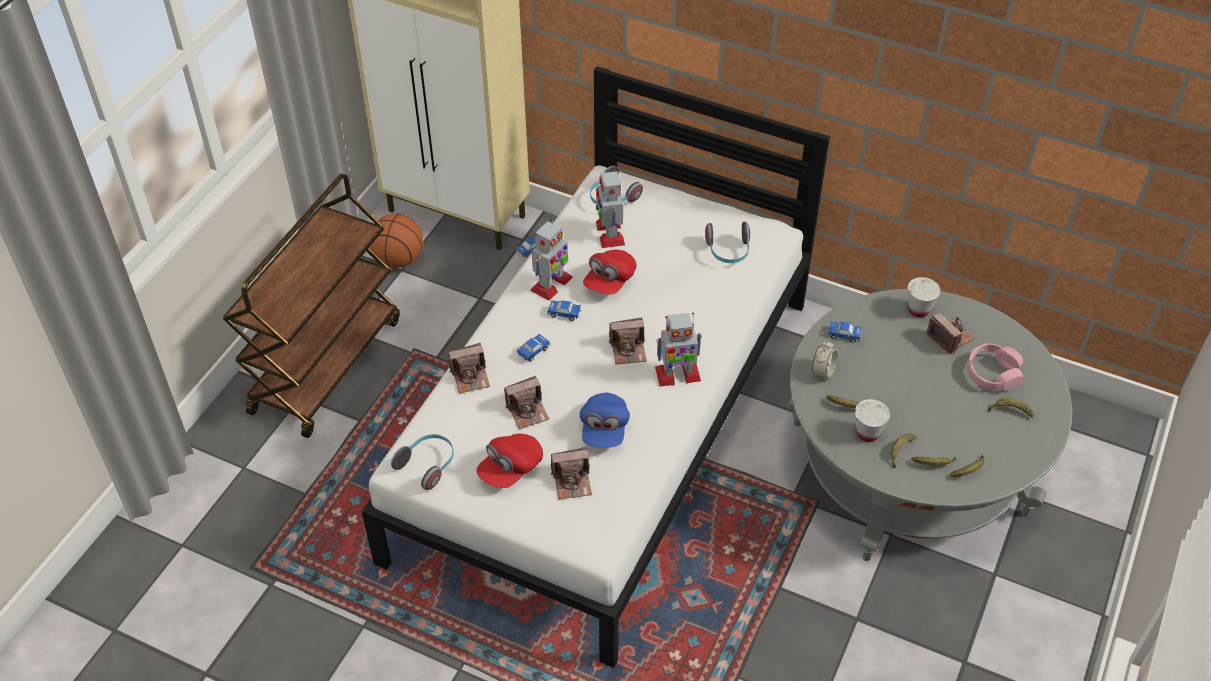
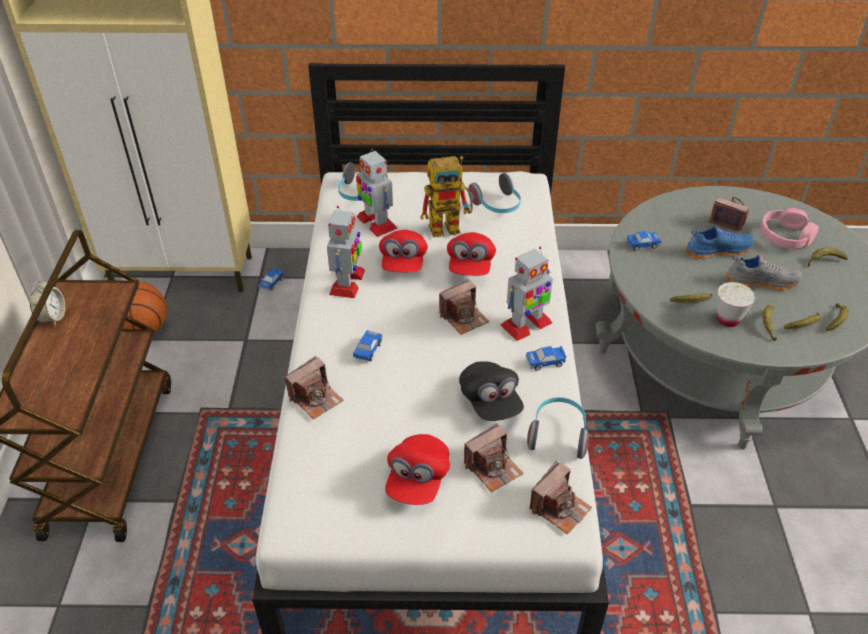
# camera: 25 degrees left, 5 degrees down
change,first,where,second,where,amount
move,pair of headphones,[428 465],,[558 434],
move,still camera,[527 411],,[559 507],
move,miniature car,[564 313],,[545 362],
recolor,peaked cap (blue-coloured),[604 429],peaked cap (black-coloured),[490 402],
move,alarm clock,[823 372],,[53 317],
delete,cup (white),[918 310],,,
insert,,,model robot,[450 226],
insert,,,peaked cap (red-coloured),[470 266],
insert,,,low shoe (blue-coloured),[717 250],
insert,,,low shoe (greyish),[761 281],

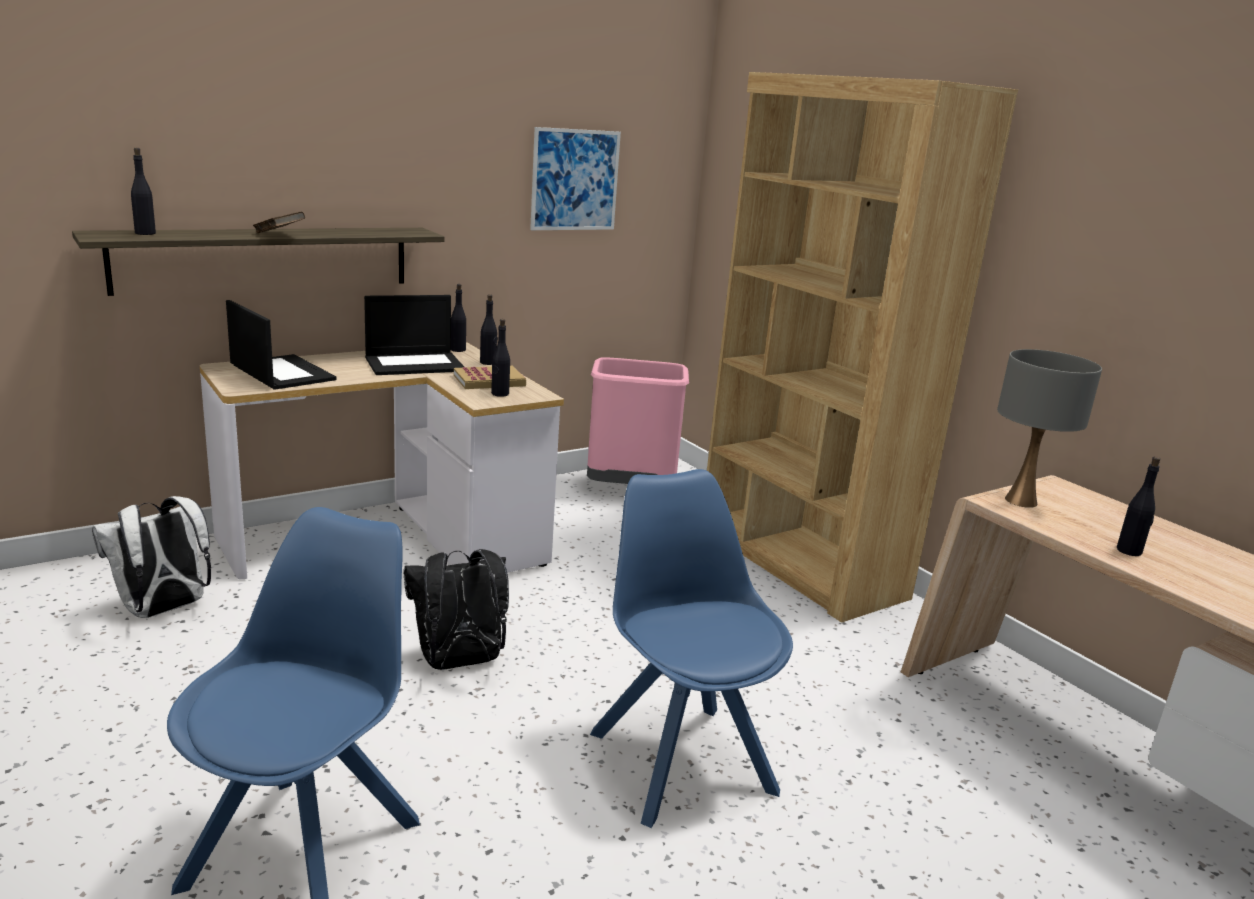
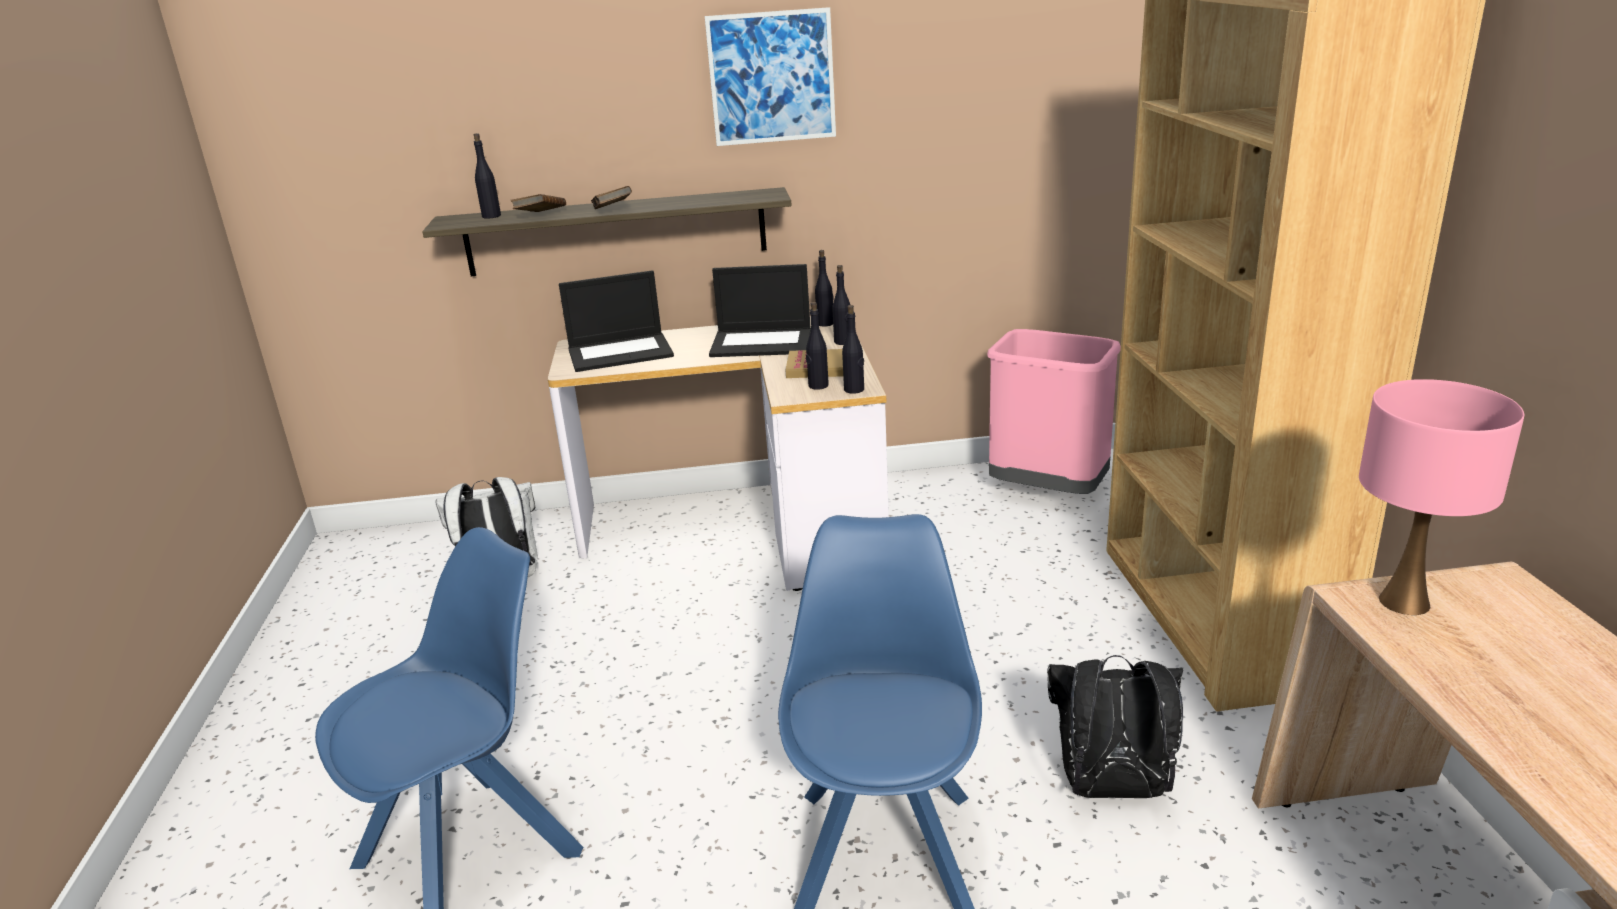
# camera: 30 degrees right, 5 degrees up
change,first,where,second,where,amount
rotate,notebook computer,[281 373],,[621 352],90 degrees clockwise
move,knapsack (black-coloured),[459 663],,[1111 790],
move,wall art,[575 180],,[772 77],
recolor,lamp for a table (greyish),[1021 501],lamp for a table (pink),[1405 602],
move,drink bottle (black-coloured),[1129 551],,[854 390],
insert,,,volume (brown-coloured),[541 216],

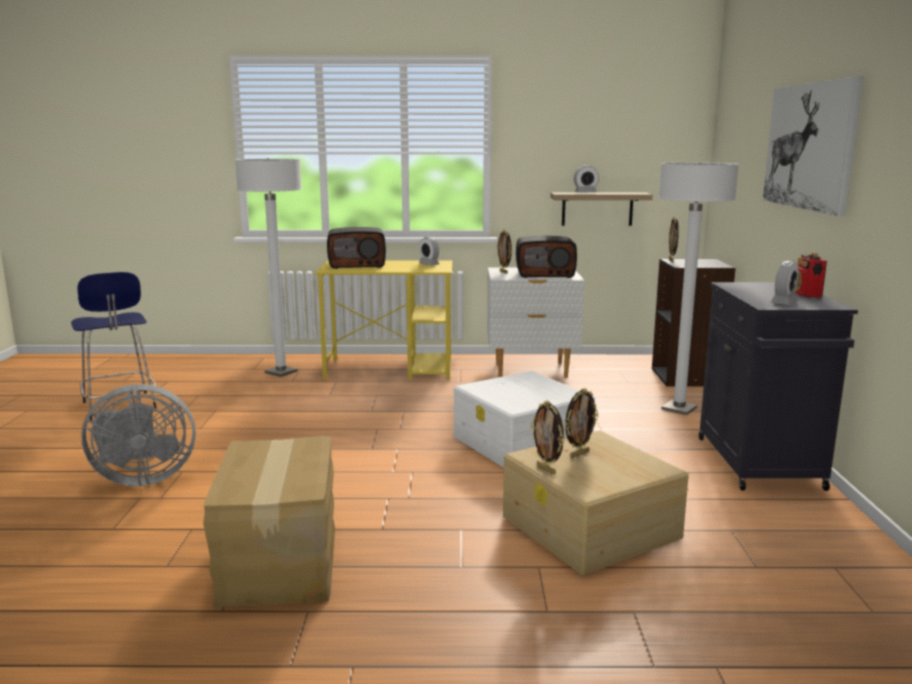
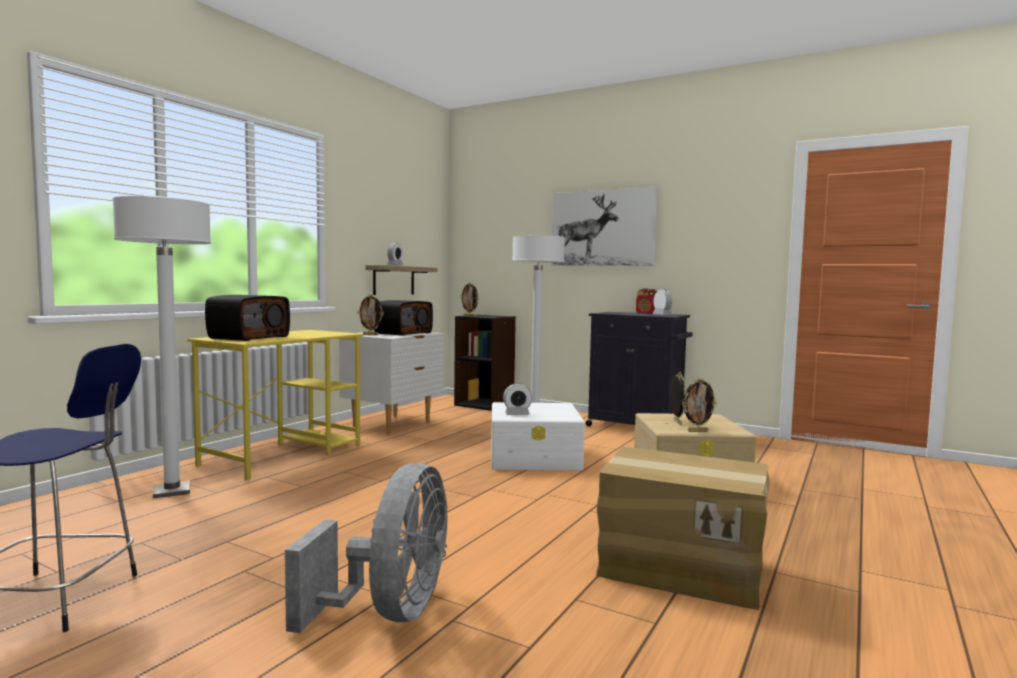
# camera: 60 degrees left, 10 degrees down
change,first,where,second,where,amount
move,alarm clock,[429 264],,[517 414],

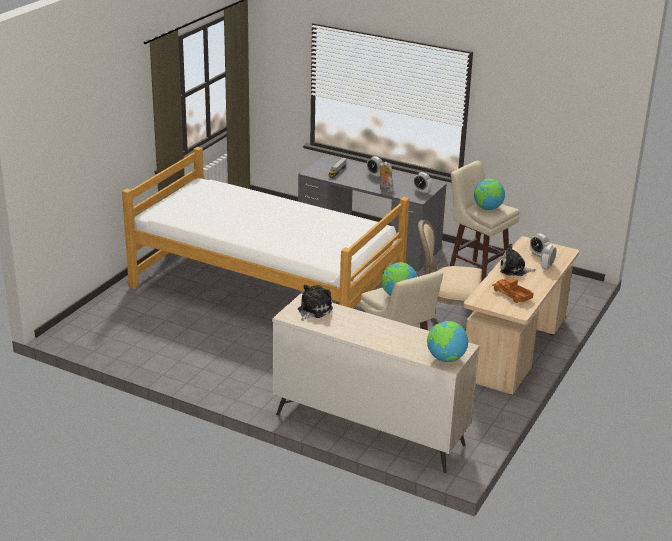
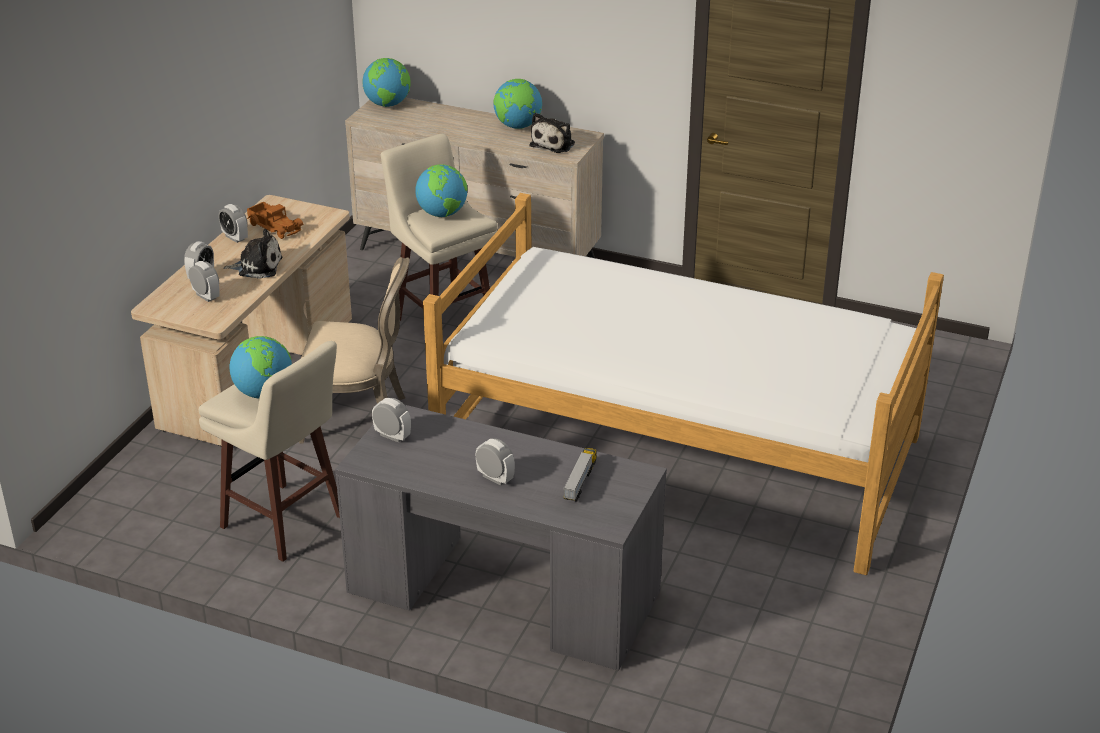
# camera: 175 degrees right, 5 degrees up
change,first,where,second,where,amount
delete,cuddly toy,[384 189],,,
insert,,,alarm clock,[235 238],
insert,,,desk globe,[517 126],

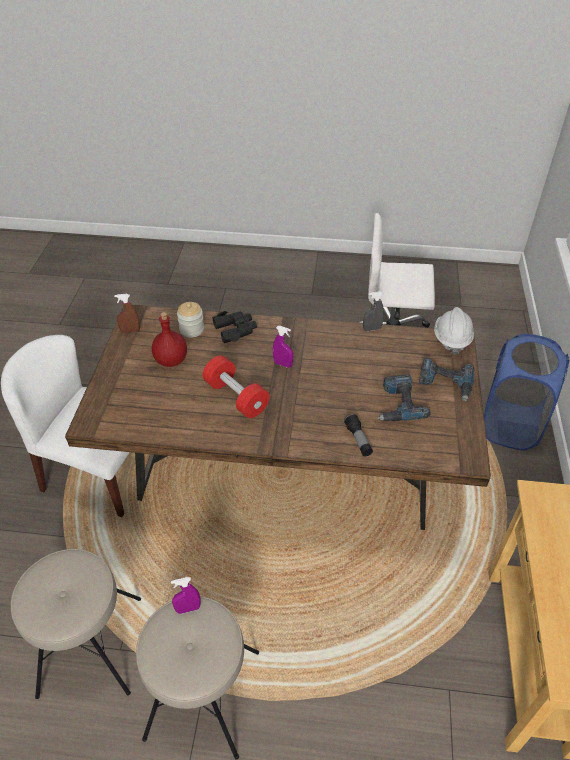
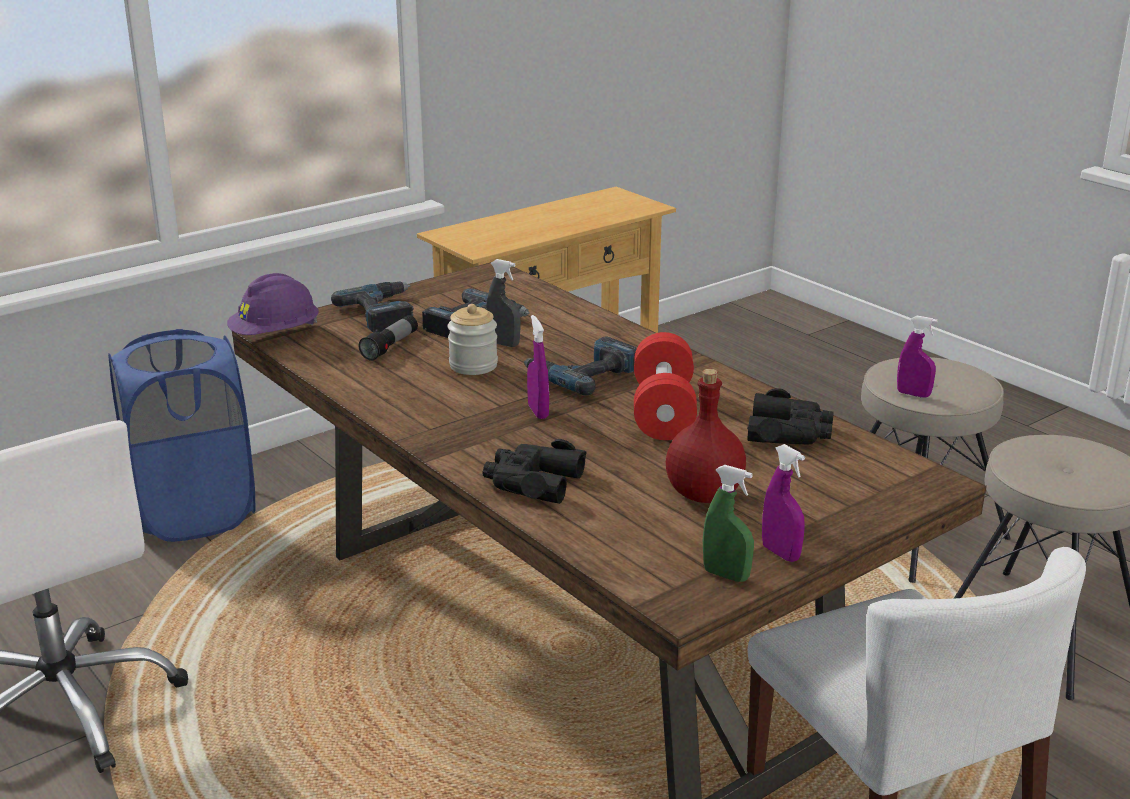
# camera: 135 degrees left, 20 degrees down
change,first,where,second,where,amount
recolor,spray bottle (brown-coloured),[130 331],spray bottle (greenish),[726 575],
move,storage jar,[192 329],,[473 365],
move,torch,[358 440],,[390 347],
move,spray bottle (greyish),[372 329],,[503 344],
recolor,hard hat (white),[451 339],hard hat (purplish),[275 335],
insert,,,electric drill,[583 374],
insert,,,binoculars (black-coloured),[789 432],
insert,,,spray bottle (purplish),[780 553],

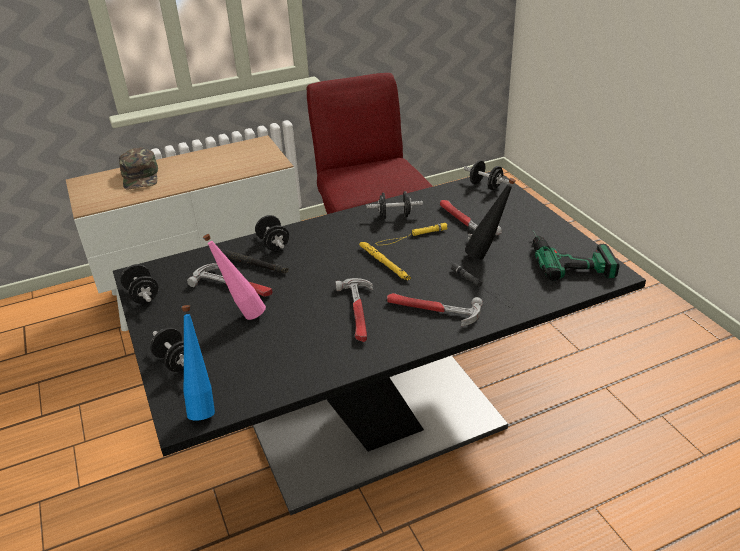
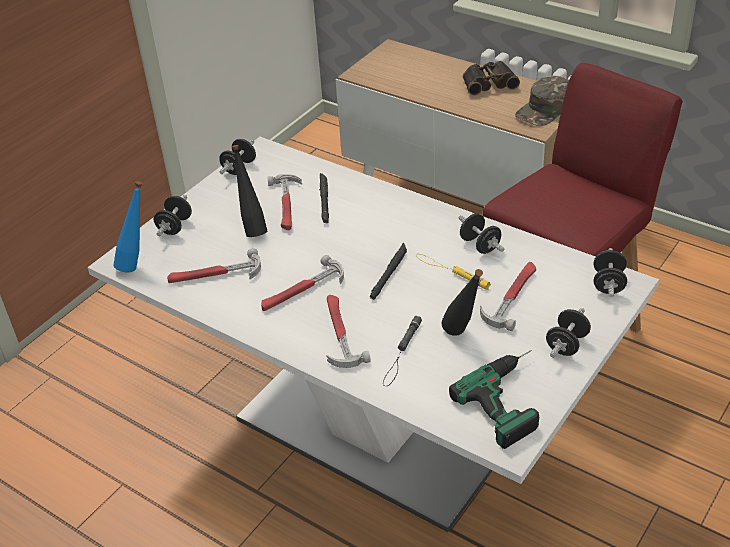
# camera: 60 degrees right, 5 degrees up
change,first,where,second,where,amount
recolor,dining table (black-coloured),[377 425],dining table (white),[375 427],
move,peaked cap (greenish),[141 176],,[545 109],
recolor,drink bottle (pink),[242 314],drink bottle (black-coloured),[253 229],
move,free weight (black-coloured),[273 244],,[567 344],
recolor,torch (yellowish),[384 263],torch (black-coloured),[389 274],
insert,,,hand hammer,[215 275],
insert,,,binoculars,[488 83],

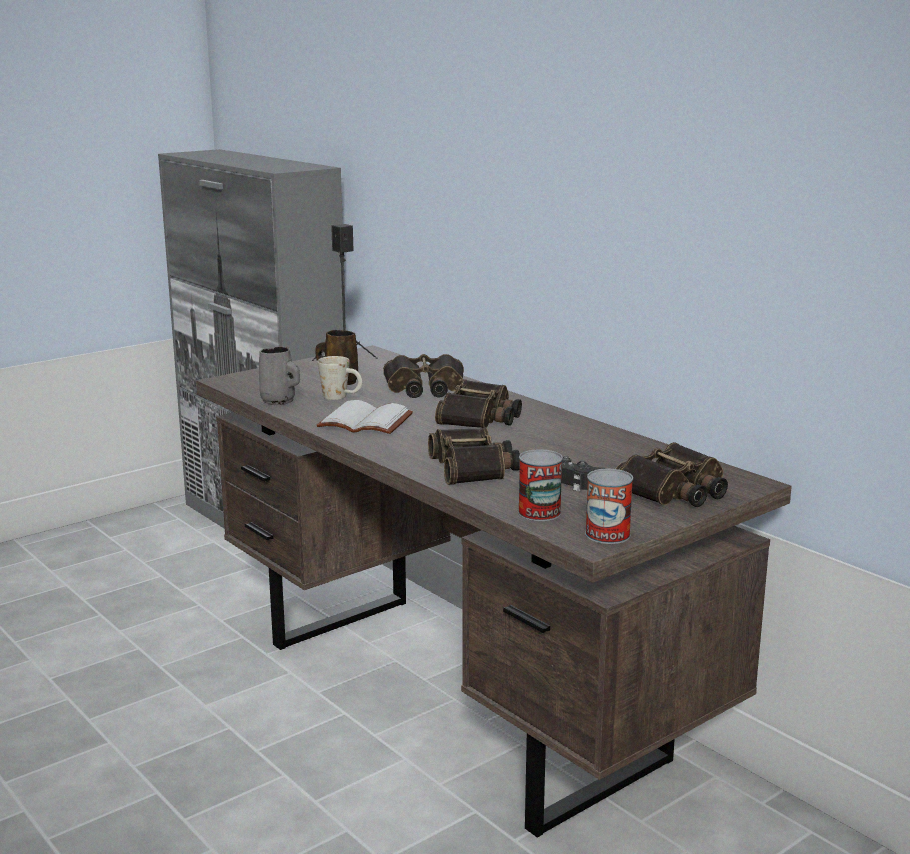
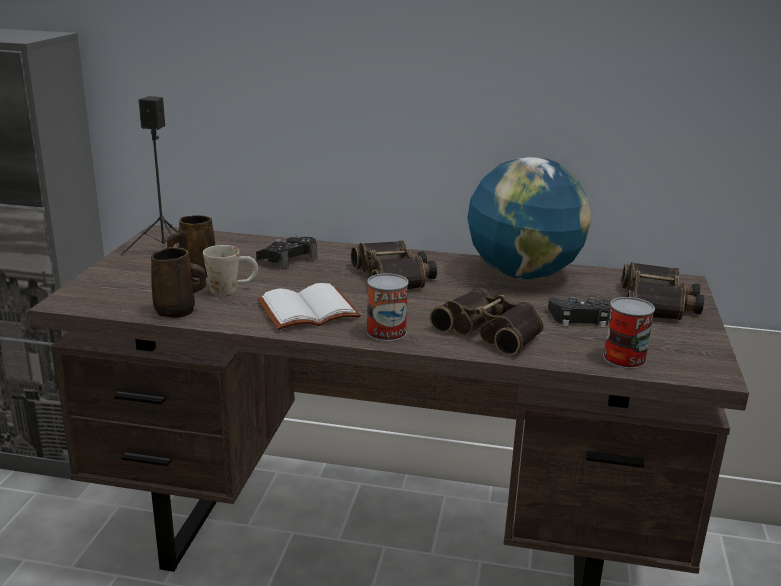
# camera: 40 degrees left, 5 degrees up
change,first,where,second,where,amount
recolor,coffee mug (greyish),[279 401],coffee mug (brown-coloured),[178 311],
replace,binoculars,[424 387],joypad (black-coloured),[288 259],
move,can,[607 535],,[386 332],
insert,,,desk globe,[523 274],

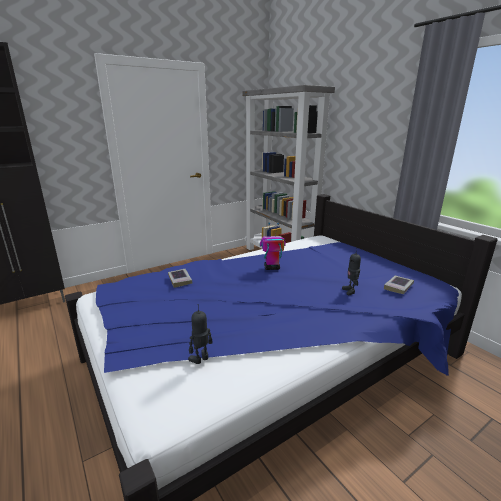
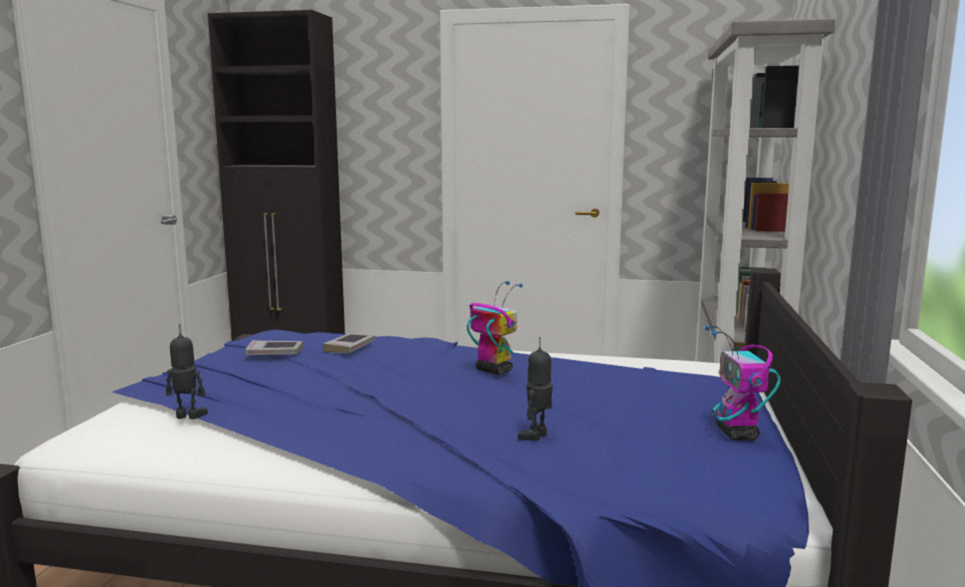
# camera: 45 degrees right, 10 degrees down
change,first,where,second,where,amount
move,volume,[398 287],,[274 353],
insert,,,model robot,[737 434],

